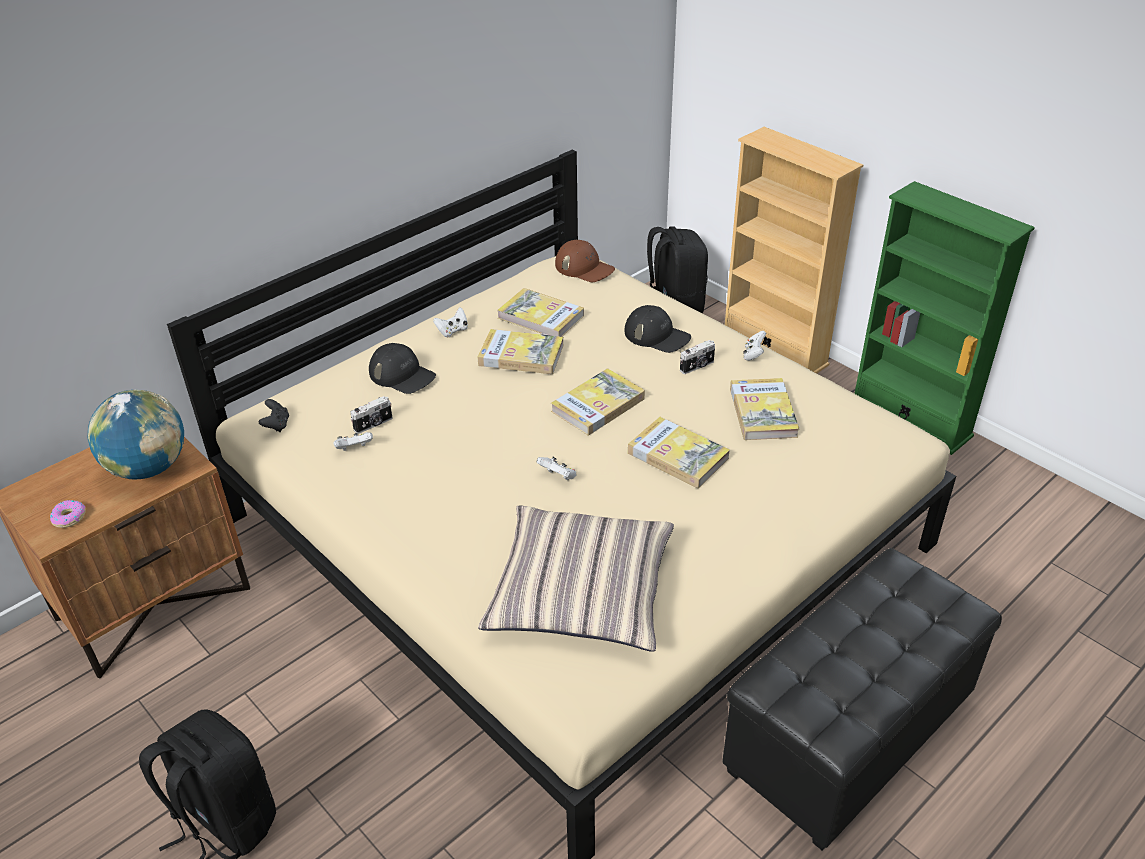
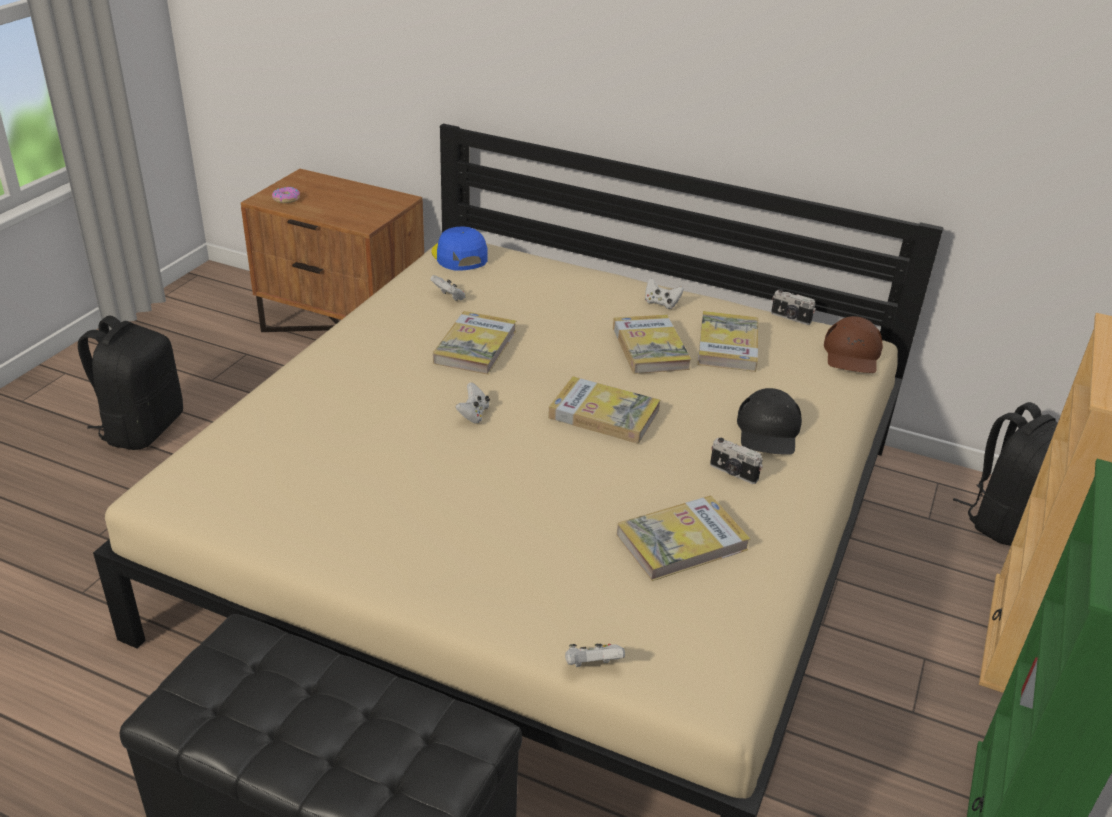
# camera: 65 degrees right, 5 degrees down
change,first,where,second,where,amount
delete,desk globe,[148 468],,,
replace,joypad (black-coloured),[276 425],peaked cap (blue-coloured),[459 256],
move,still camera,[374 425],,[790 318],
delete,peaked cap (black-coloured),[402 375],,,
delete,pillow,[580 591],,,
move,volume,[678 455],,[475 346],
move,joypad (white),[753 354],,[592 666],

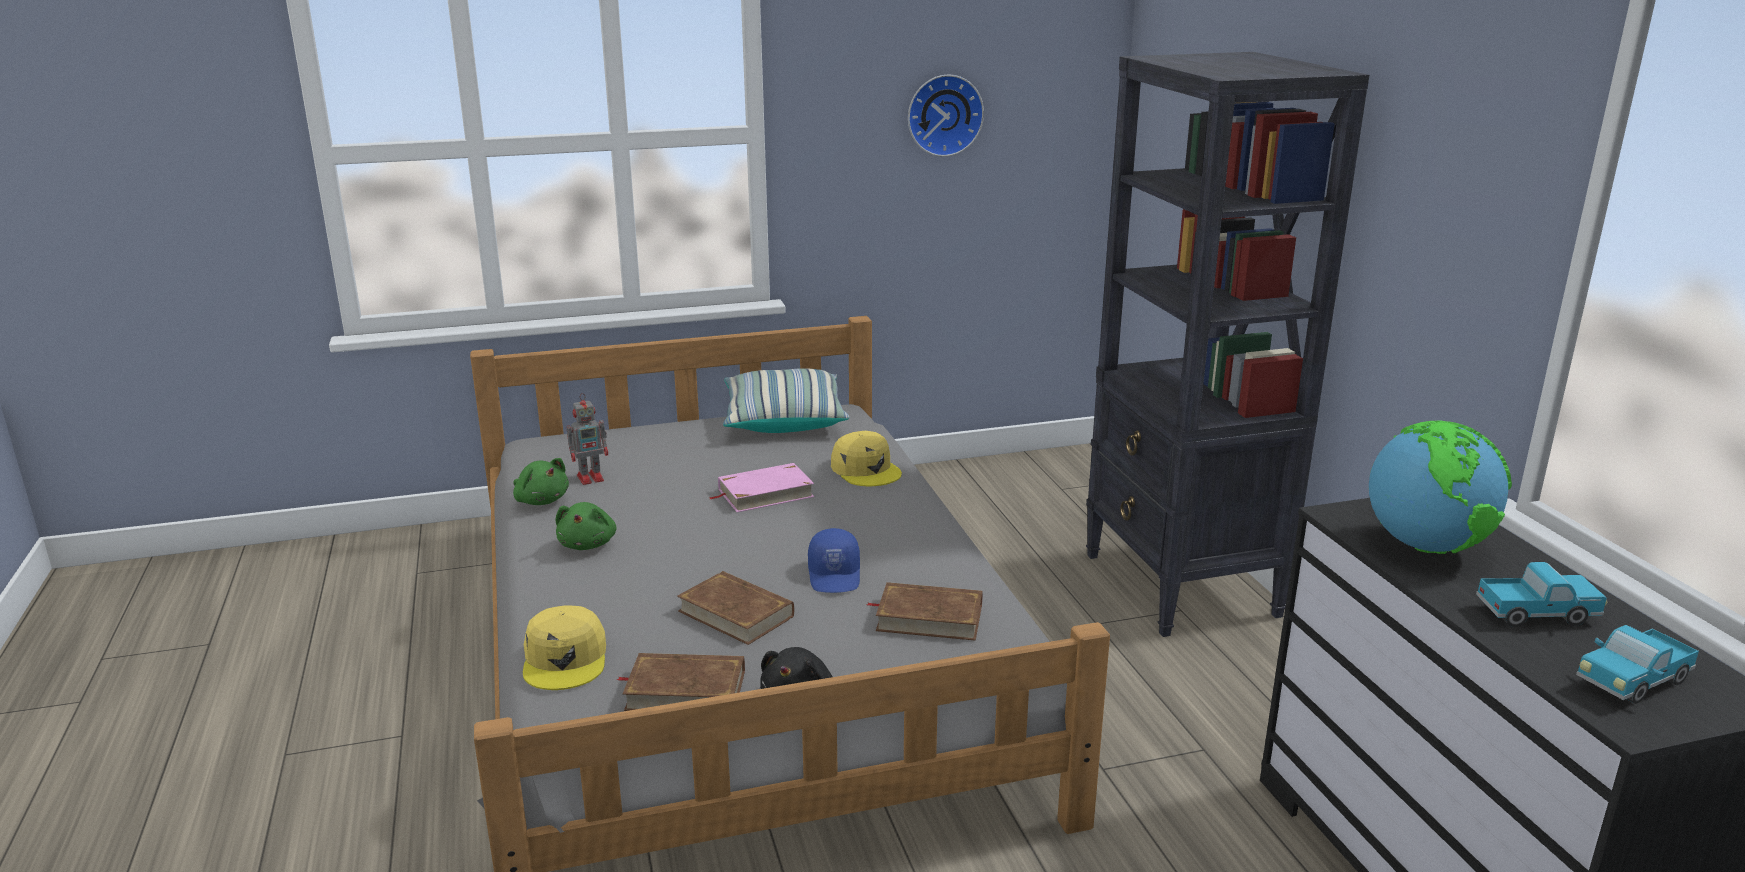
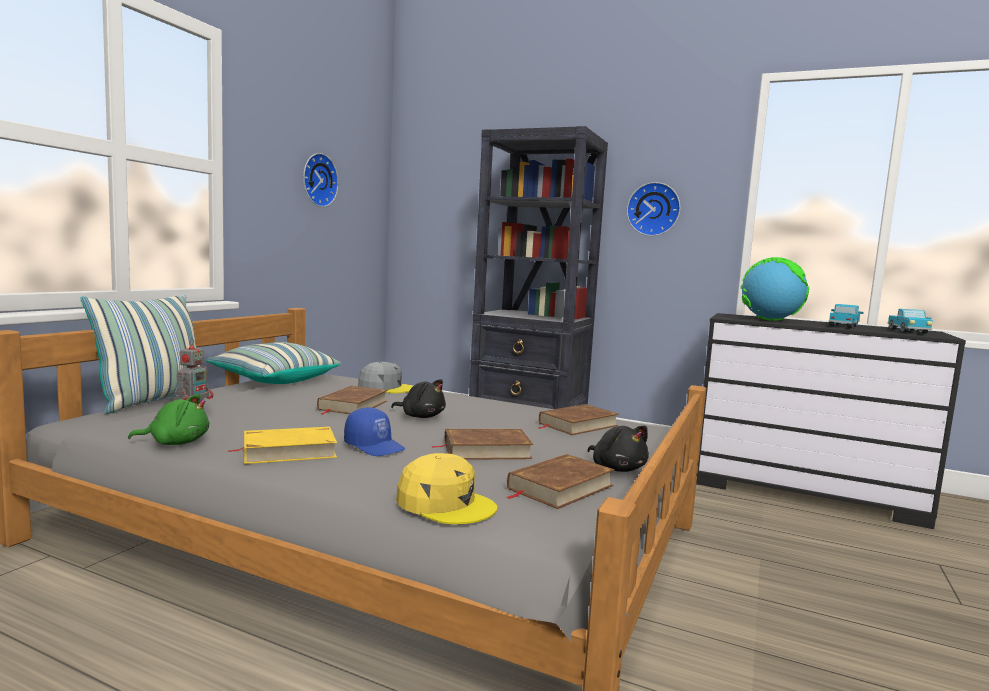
# camera: 50 degrees left, 15 degrees down
change,first,where,second,where,amount
replace,cuddly toy (greenish),[588 544],volume (yellowish),[289 451],
recolor,volume (pink),[765 493],volume (brown-coloured),[352 405],
move,peaked cap (blue-coloured),[835 575],,[375 446],
recolor,peaked cap (yellowish),[866 470],peaked cap (greyish),[386 387],
insert,,,pillow,[152 401],
insert,,,cuddly toy (black-coloured),[421 416],
insert,,,wall clock,[653 209],

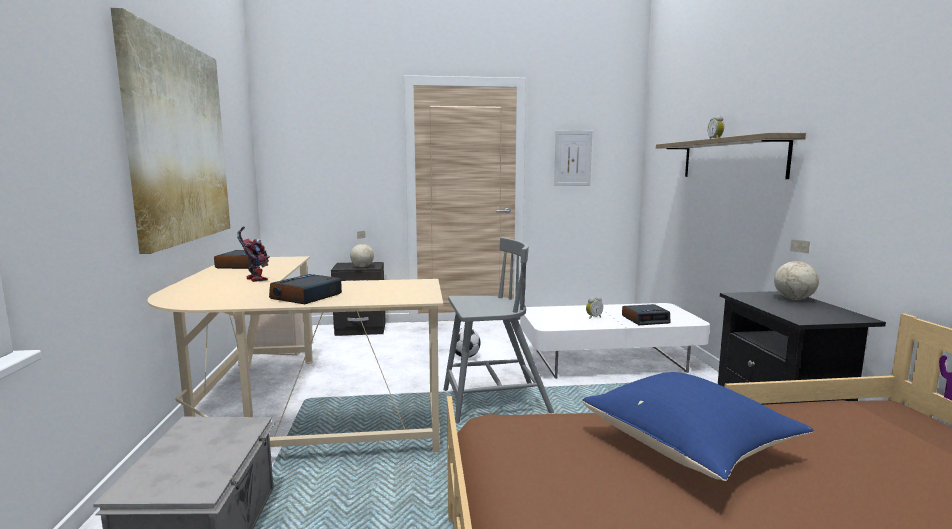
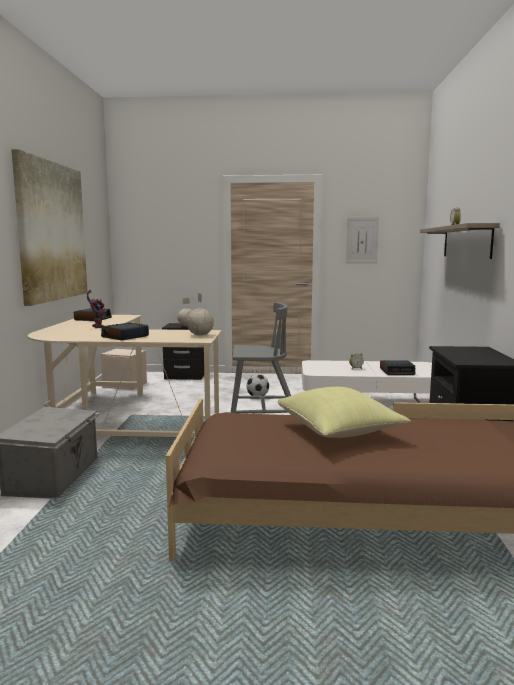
# camera: 10 degrees right, 0 degrees up
change,first,where,second,where,amount
recolor,pillow (blue-coloured),[690 448],pillow (yellowish),[340 432],
move,desk globe,[793 299],,[200 335],

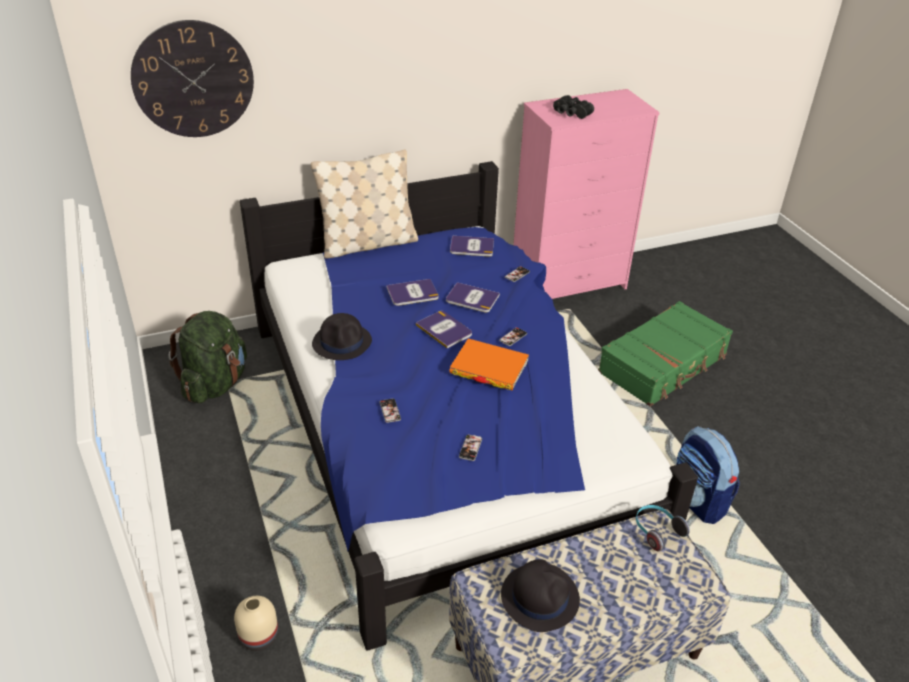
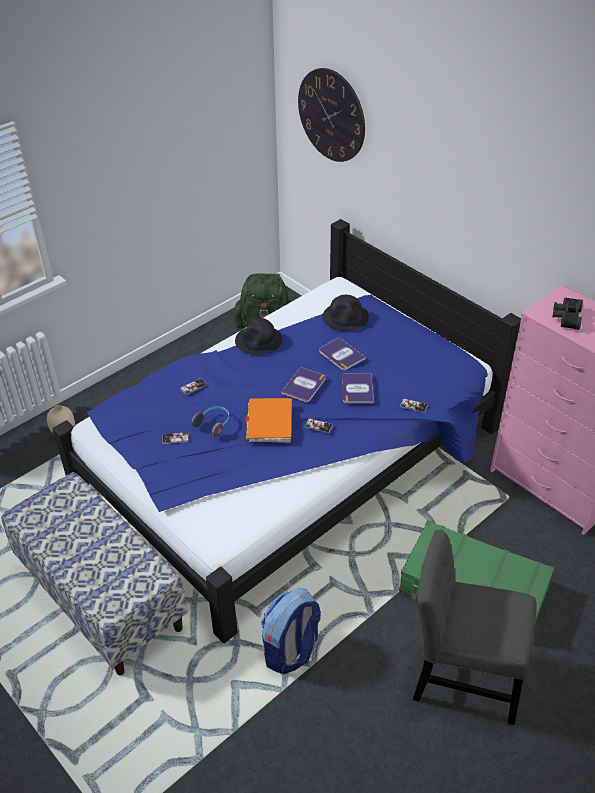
# camera: 70 degrees right, 5 degrees up
change,first,where,second,where,amount
delete,pillow (sand-coloured),[368 244],,,
delete,volume,[472 247],,,
move,wearable hat (black-coloured),[539 597],,[346 317],
move,pair of headphones,[656 531],,[213 424],
insert,,,plain chair (greyish),[461 677],

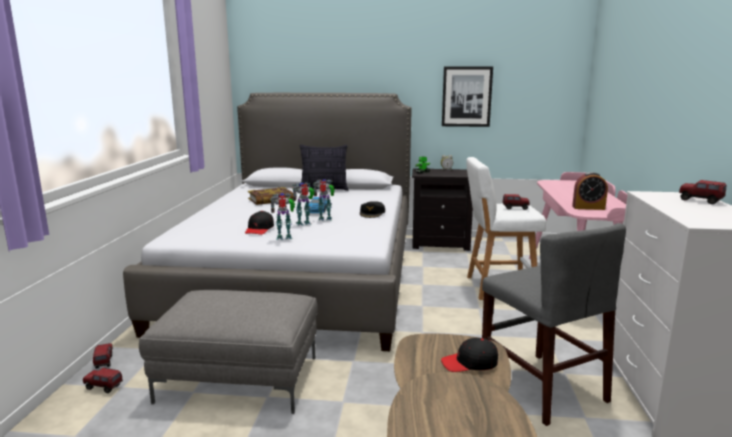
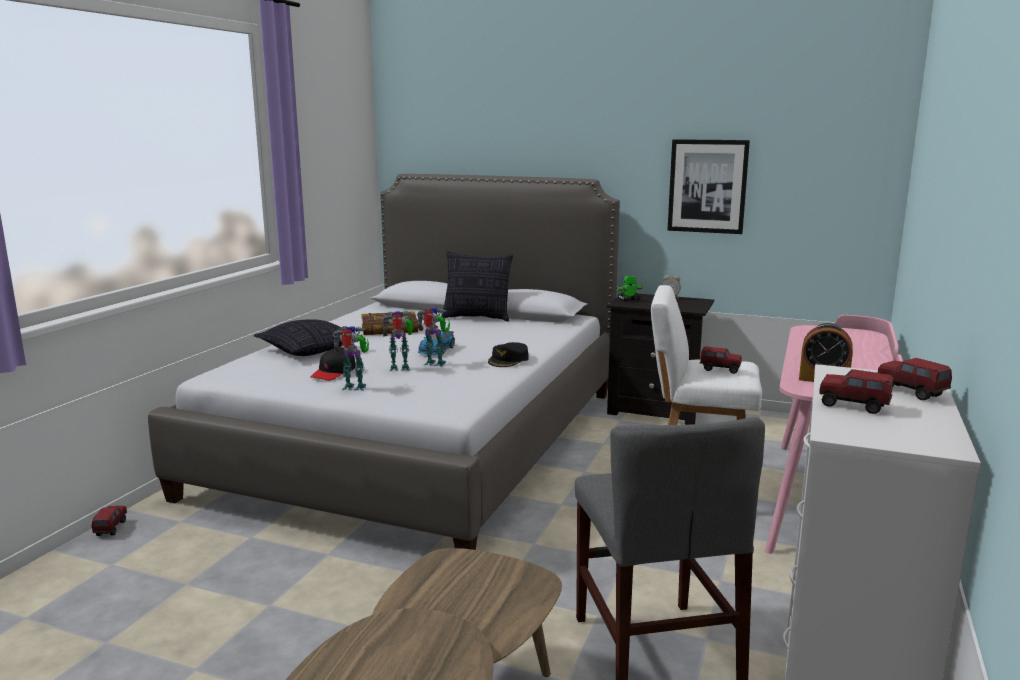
# camera: 15 degrees right, 0 degrees up
change,first,where,second,where,amount
move,model truck,[103 387],,[853 406],
delete,ottoman (greyish),[241 378],,,
delete,peaked cap (black-coloured),[470 363],,,
insert,,,pillow,[310 350],

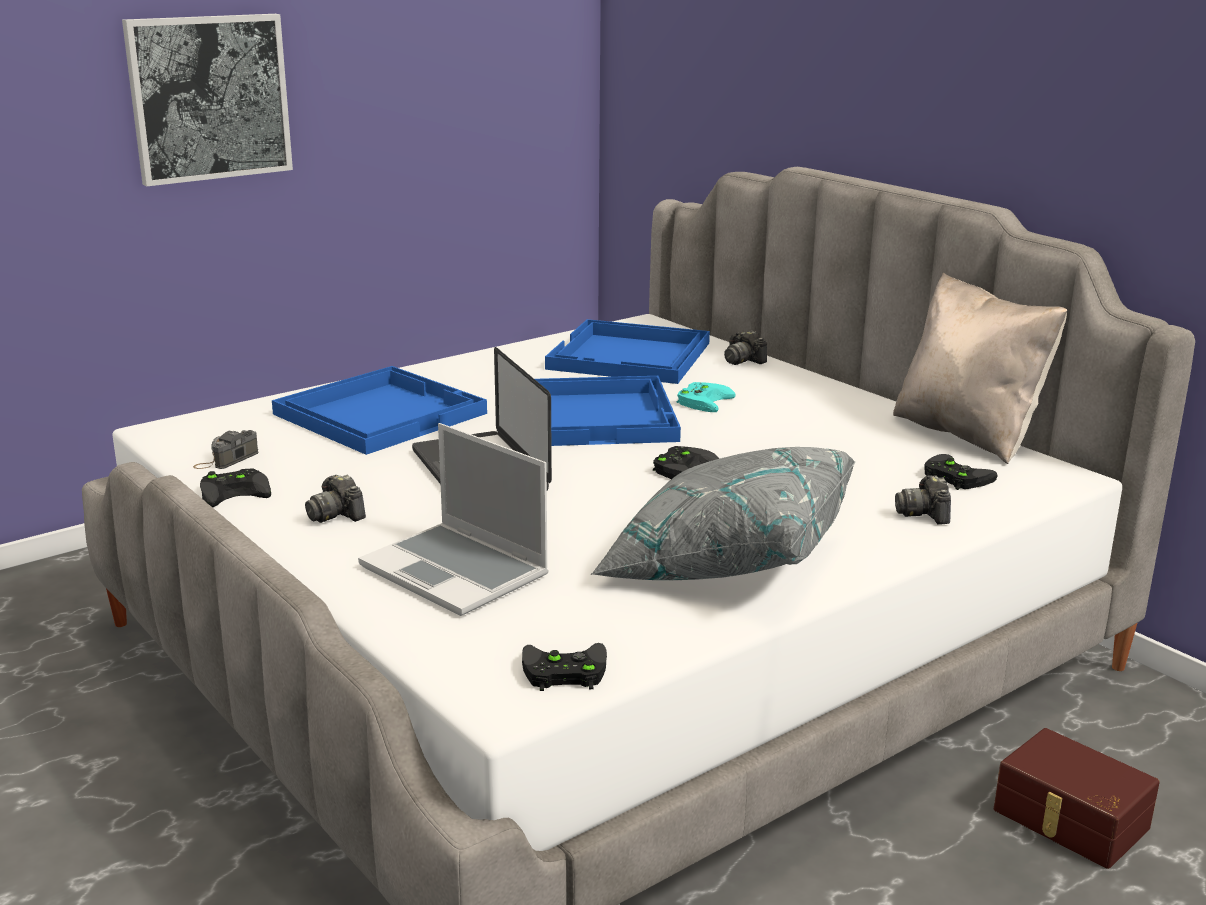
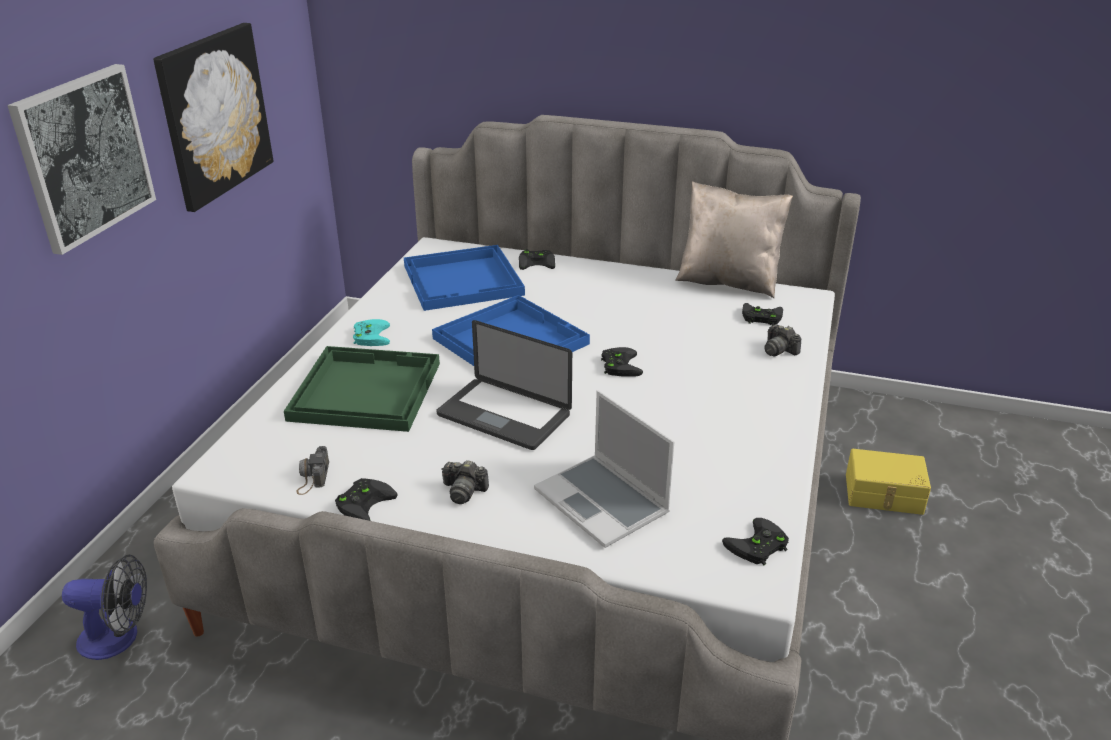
# camera: 35 degrees left, 10 degrees up
change,first,where,second,where,amount
recolor,tray (blue-coloured),[380 413],tray (greenish),[365 390],
rotate,notebook computer,[457 572],,[603 502],45 degrees clockwise
delete,pillow (greyish),[725 562],,,
move,joypad (blue-green),[703 400],,[370 335],
replace,still camera,[743 360],joypad (black-coloured),[537 262],
recolor,storage container (brown-coloured),[1069 820],storage container (yellowish),[884 495],
insert,,,cooling fan,[118 638],
insert,,,wall art,[214 114],

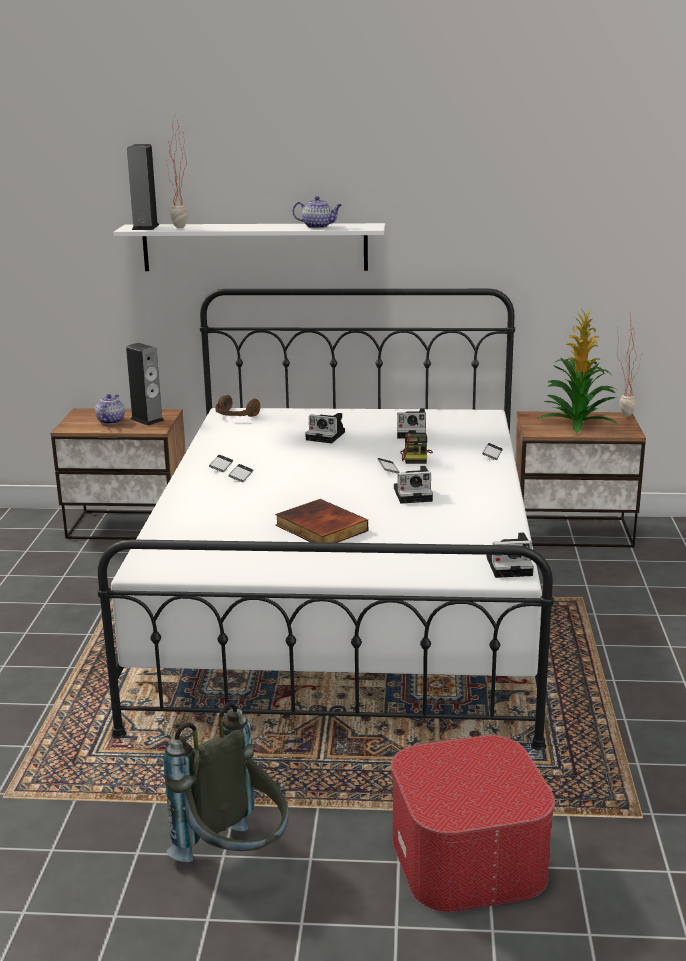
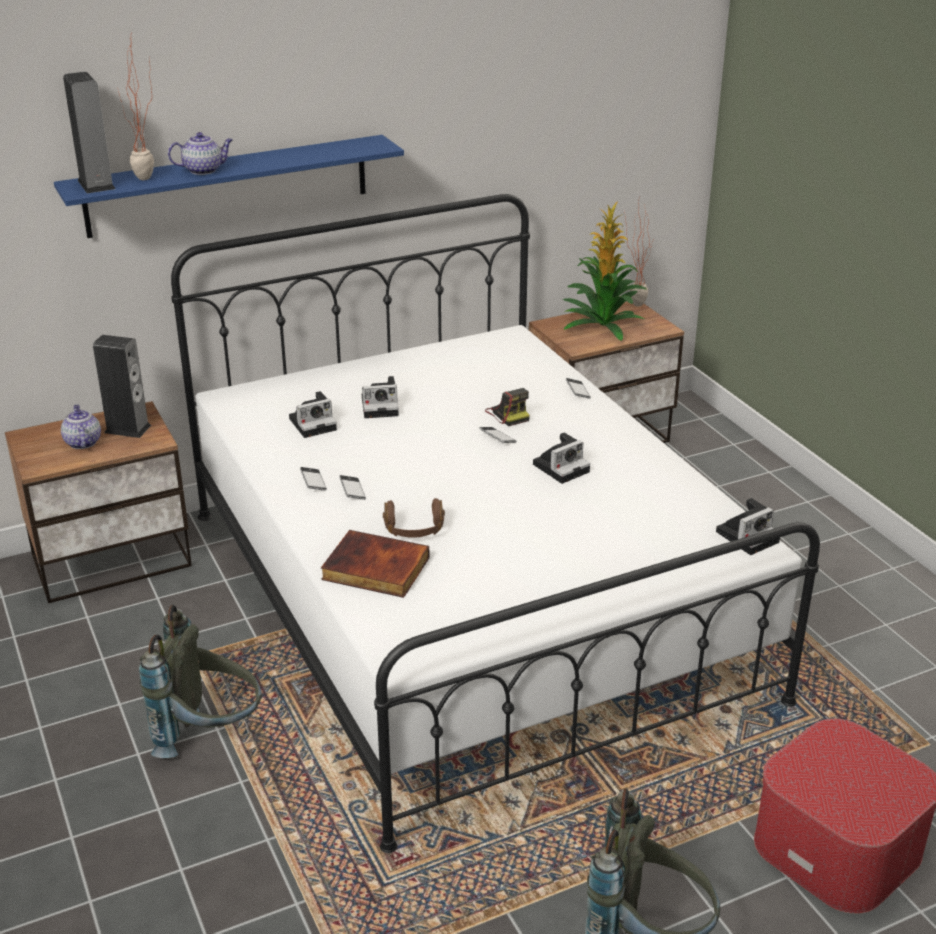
# camera: 30 degrees left, 10 degrees up
change,first,where,second,where,amount
recolor,shelf (white),[254 247],shelf (blue-coloured),[228 185],
move,pair of headphones (brown-coloured),[235 416],,[414 530],
move,volume,[319 528],,[374 569],
move,pot for tea,[318 226],,[204 170],
move,still camera,[413 432],,[314 423],
insert,,,knapsack (greyish),[210 735],

